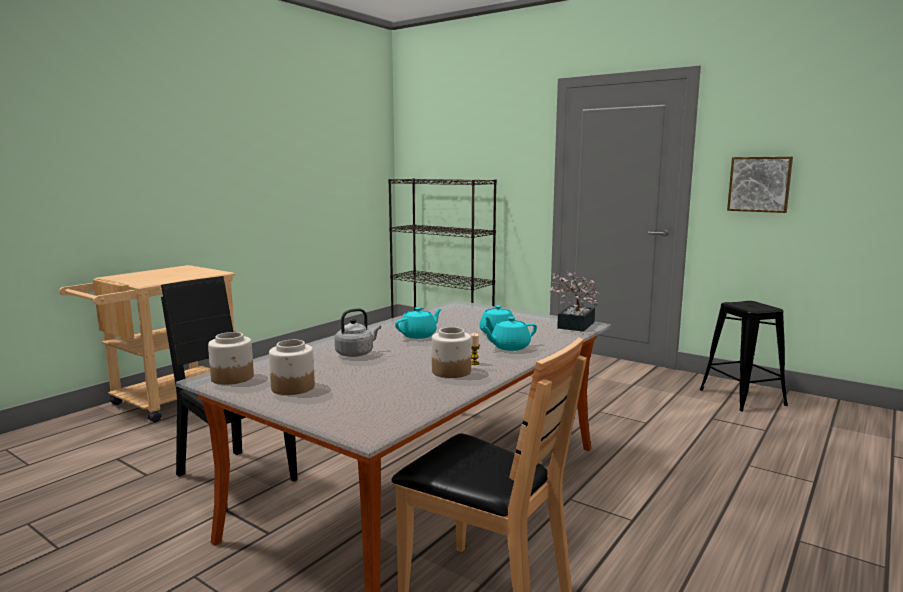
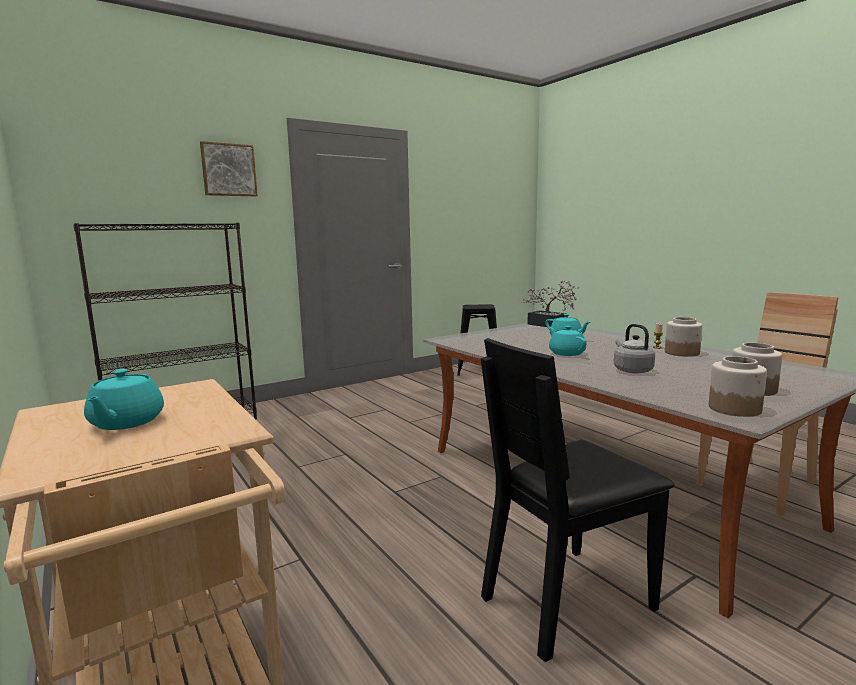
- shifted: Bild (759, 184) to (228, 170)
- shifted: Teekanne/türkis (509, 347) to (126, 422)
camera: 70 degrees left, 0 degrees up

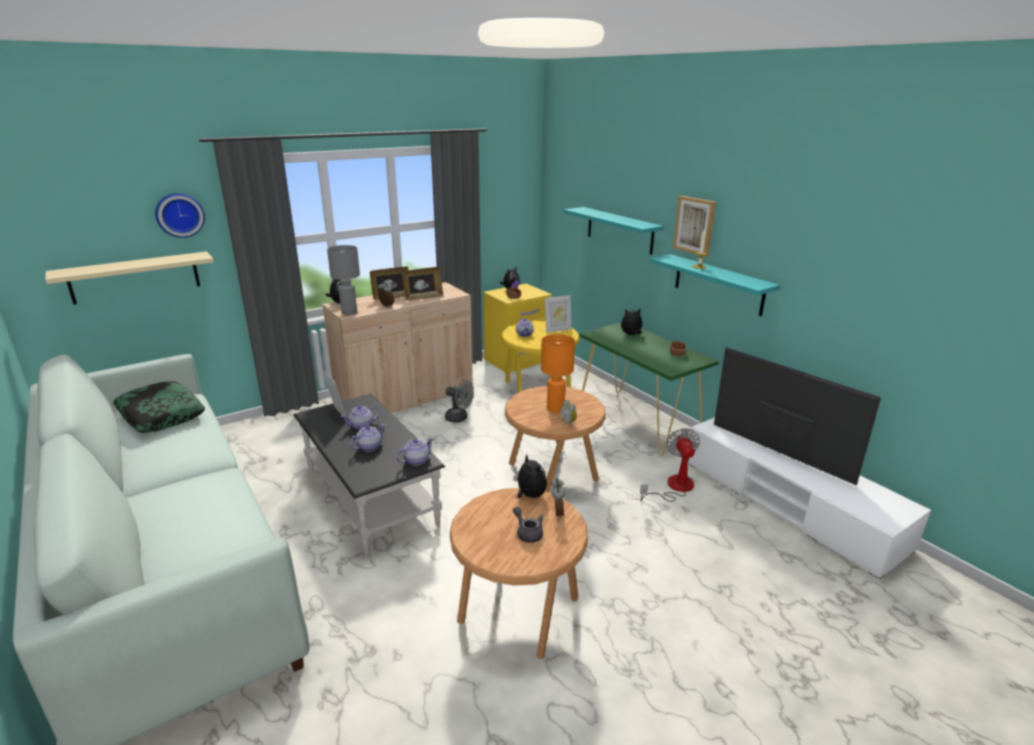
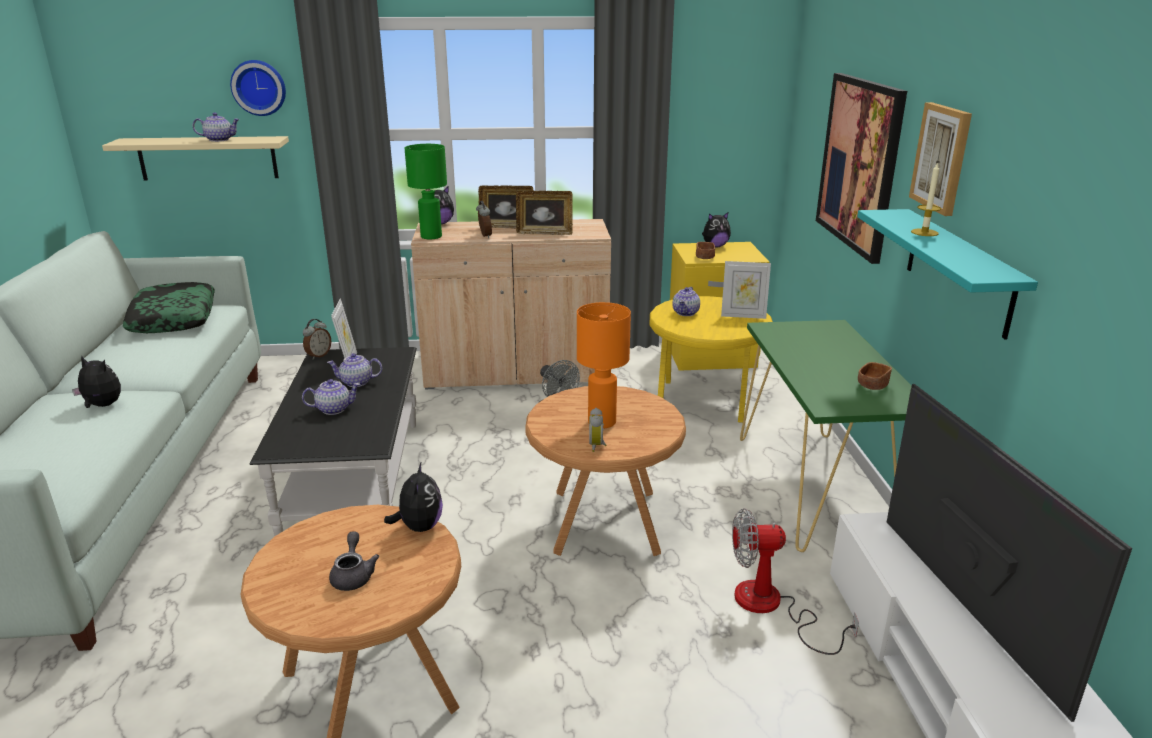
- swapped: Wandregal/türkis (619, 230) to Bild (859, 164)
- repainted: Tischlampe/grau (349, 312) to Tischlampe/grün (432, 236)
- shifted: Plüschtier (631, 335) to (102, 406)
- rotated: Ventilator (673, 487) = (771, 607) 120 degrees counterclockwise
- shifted: Teekanne (416, 460) to (219, 140)
- shifted: Wecker (557, 512) to (318, 355)
camera: 30 degrees right, 0 degrees up

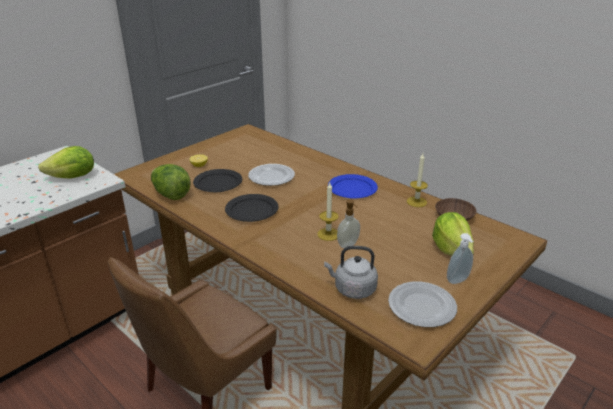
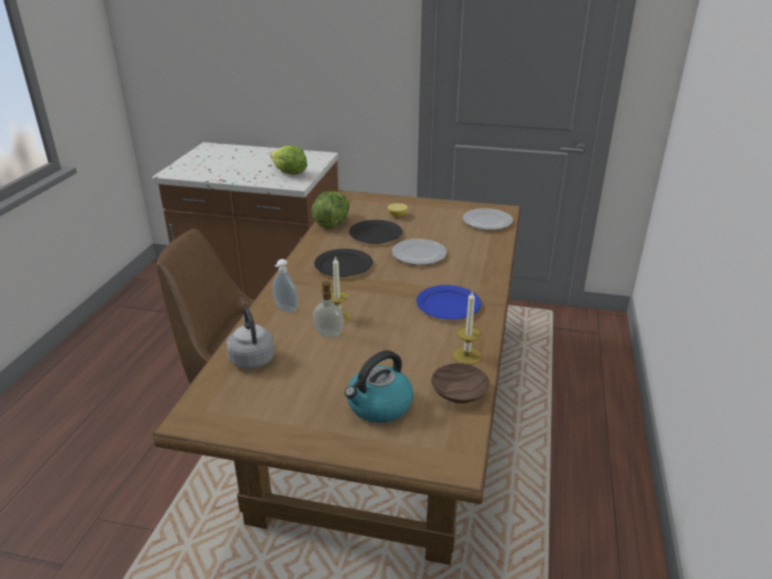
- swapped: Salatkopf (451, 249) to Wasserkessel (379, 406)
- shifted: Seifenspender (458, 281) to (285, 309)
- shifted: Teller (422, 306) to (488, 222)
camera: 60 degrees right, 0 degrees up

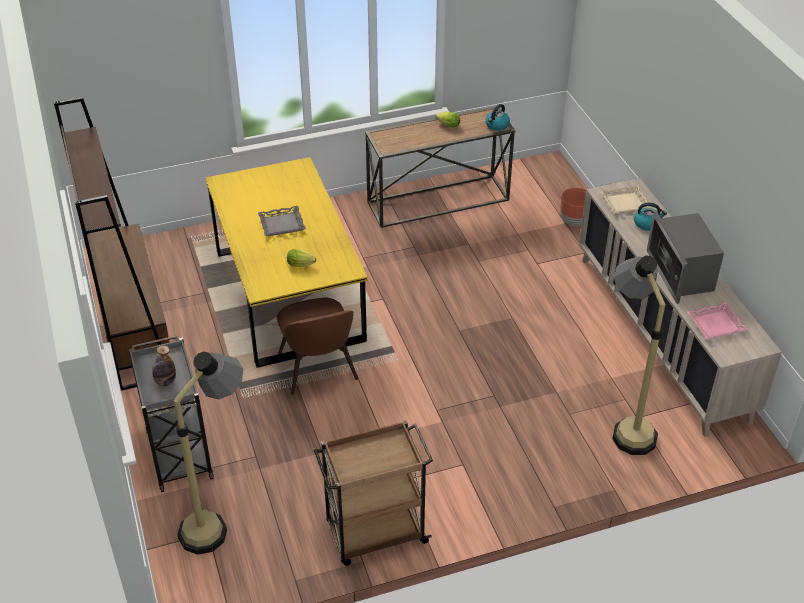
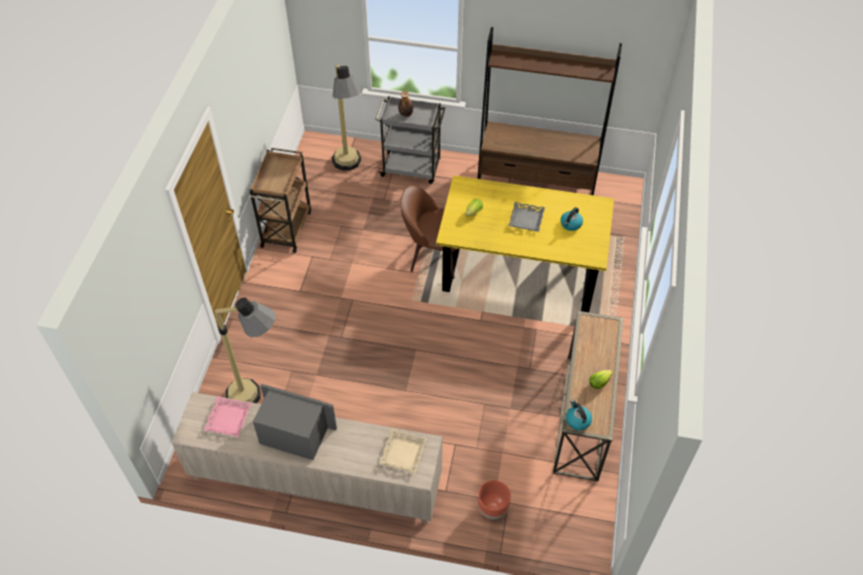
- shifted: Wasserkessel (647, 223) to (570, 224)
camera: 120 degrees right, 10 degrees up

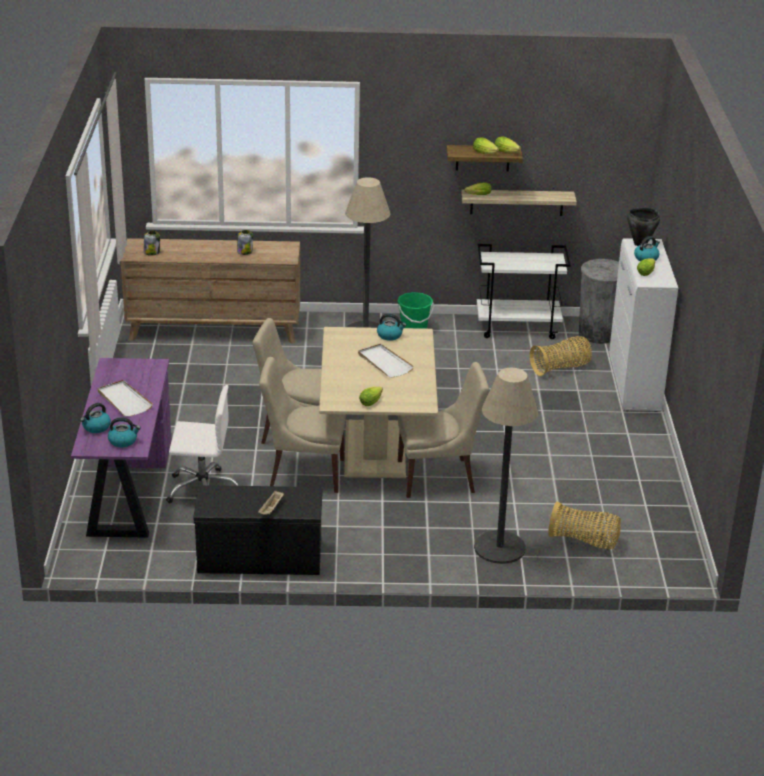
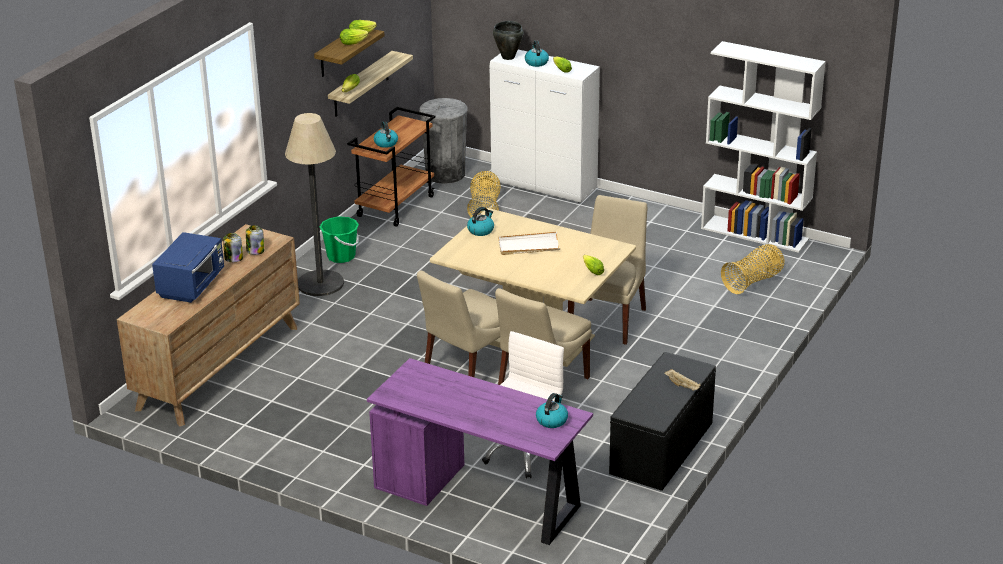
- shifted: Vorratsglas (152, 252) to (255, 251)
- repainted: Rollwagen/weiß (518, 328) to Rollwagen/braun (395, 206)
- gone: Stehlampe (499, 548)
- gone: Tablett/weiß (124, 400)
- shifted: Wasserkessel (96, 427) to (386, 143)
- new: Bücherregal/weiß (755, 234)
- new: Mikrowelle/blau (192, 285)
camera: 60 degrees left, 0 degrees up

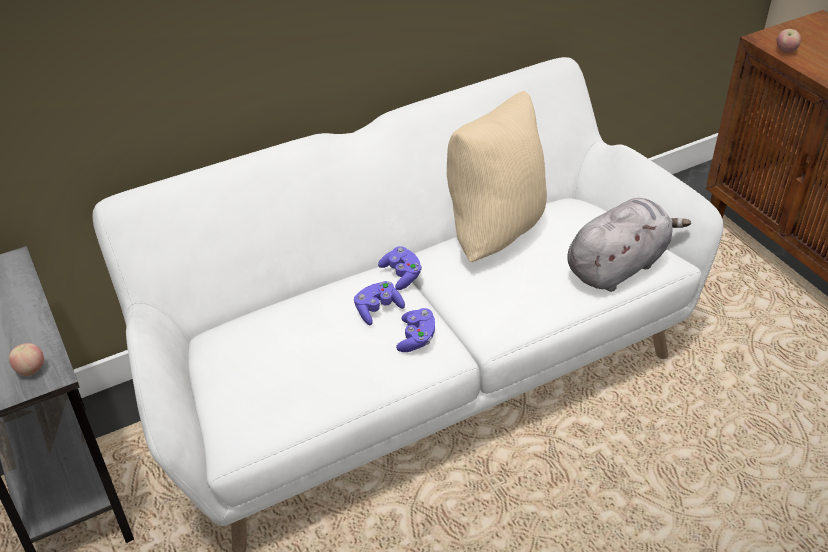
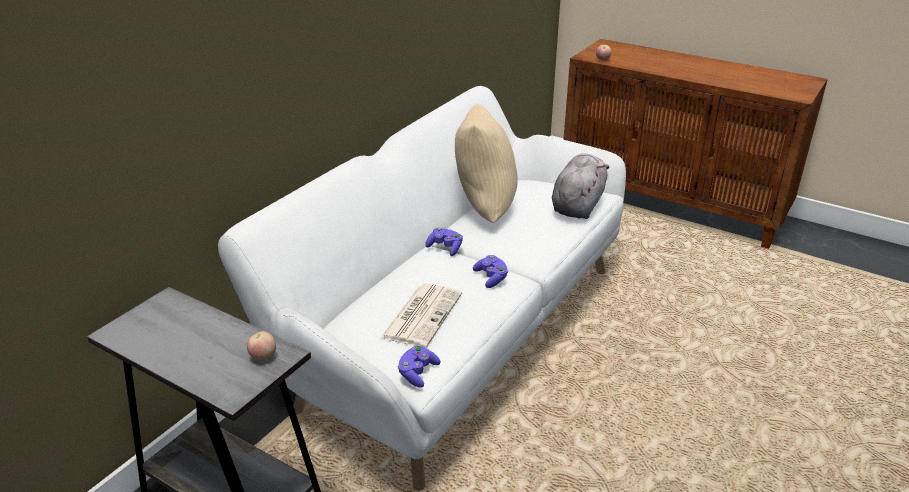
- shifted: Gamepad/lila (378, 310) to (417, 373)
- new: Zeitung (422, 315)
camera: 30 degrees left, 10 degrees down

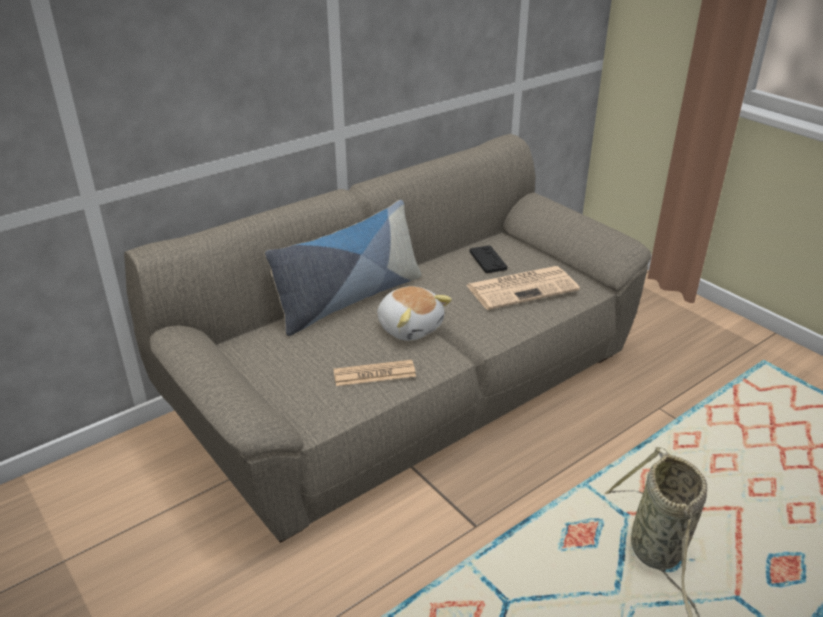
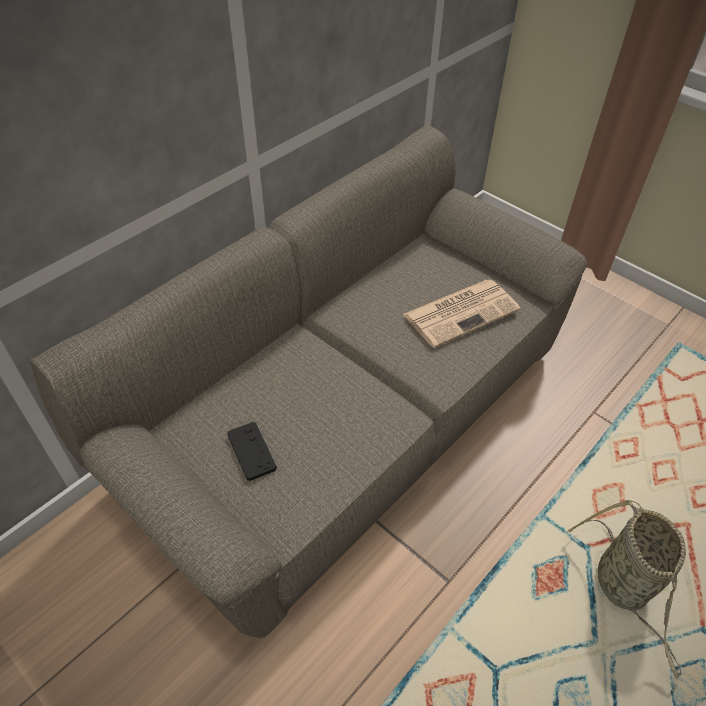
- gone: Kissen (349, 299)
- shifted: Gamepad/schwarz (488, 260) to (251, 451)
- gone: Plüschtier (410, 327)
- gone: Zeitung (374, 374)
camera: 10 degrees left, 15 degrees up

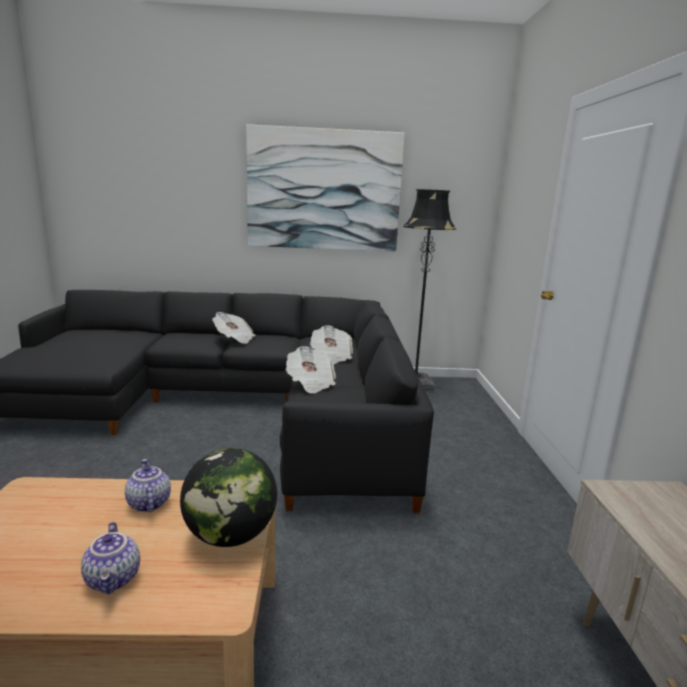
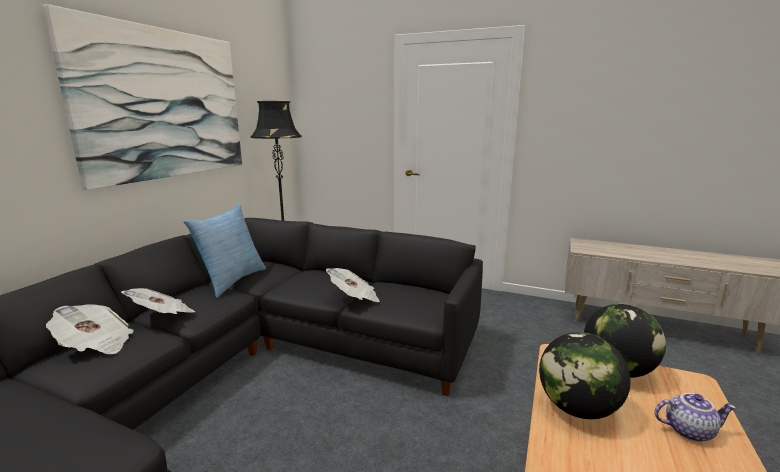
- shifted: Zeitung (331, 356) to (96, 344)
- swapped: Teekanne (148, 503) to Globus (577, 408)
- new: Kissen (232, 281)
camera: 65 degrees left, 0 degrees up

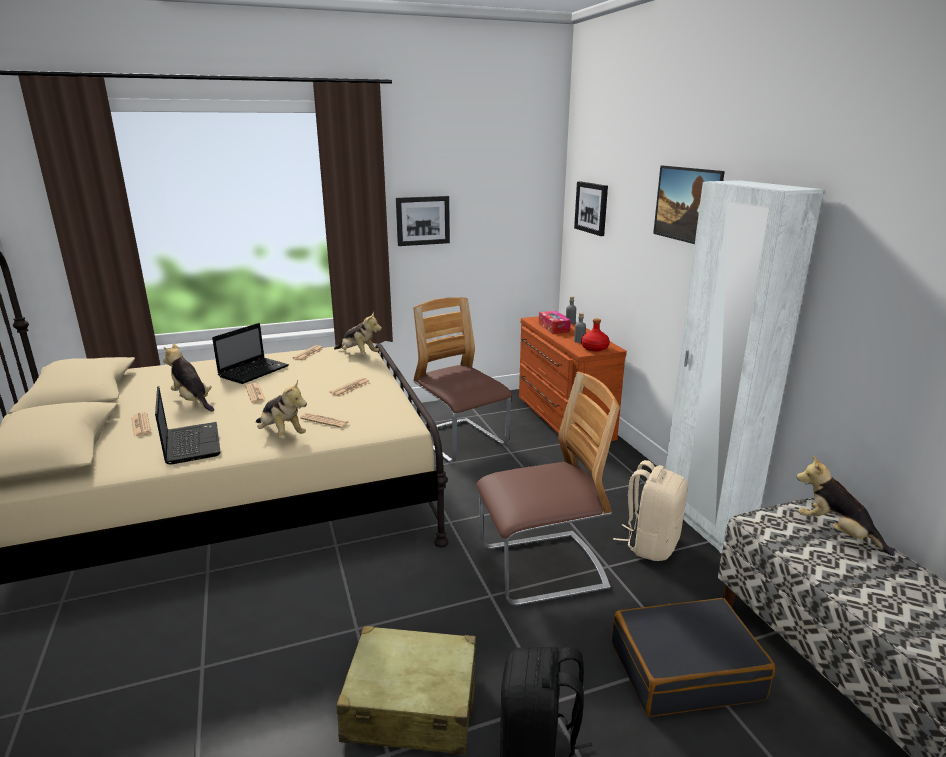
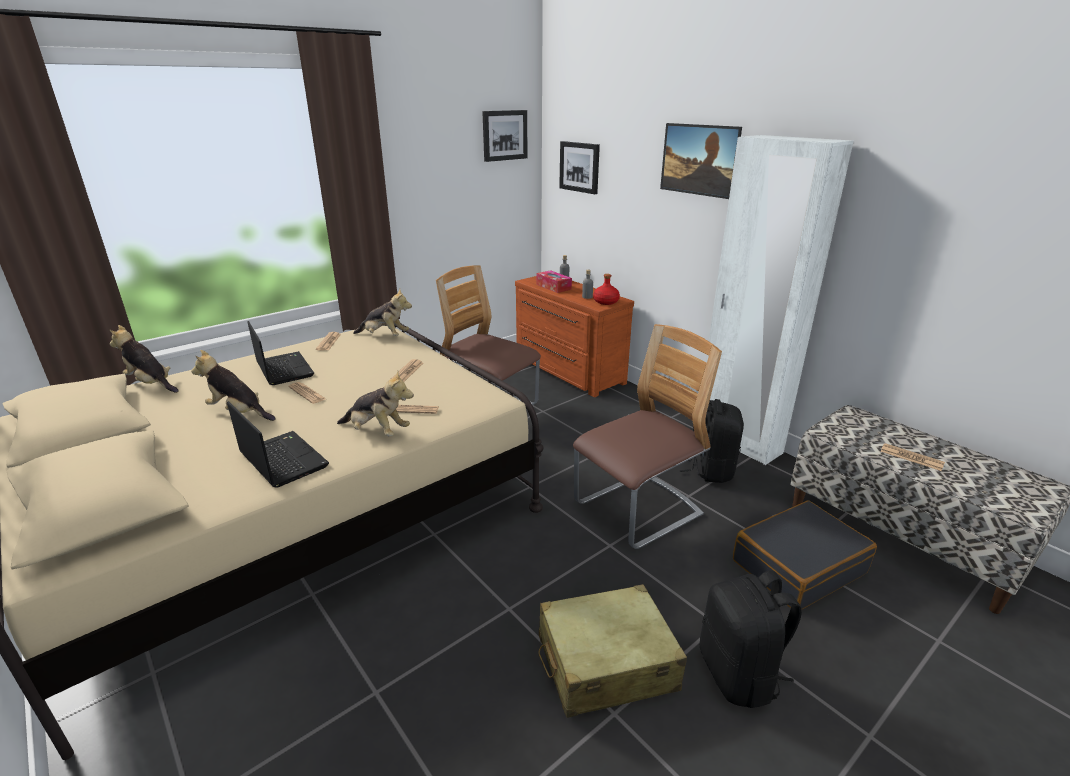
- shifted: Bild (422, 220) to (504, 135)
- rotated: Laptop (254, 371) = (283, 369) 45 degrees counterclockwise
- shifted: Zeitung (141, 425) to (911, 457)
- shifted: Plüschtier (836, 532) to (151, 384)
- repainted: Rucksack/beige (650, 544) to Rucksack/schwarz (709, 469)
camera: 20 degrees left, 5 degrees up

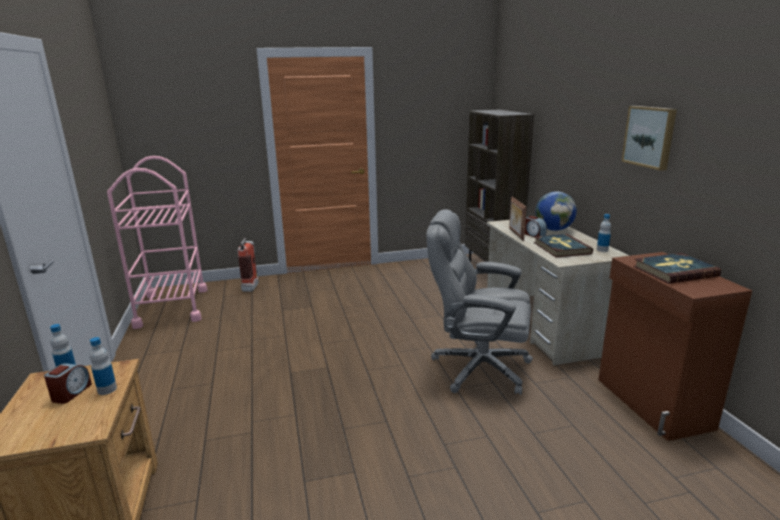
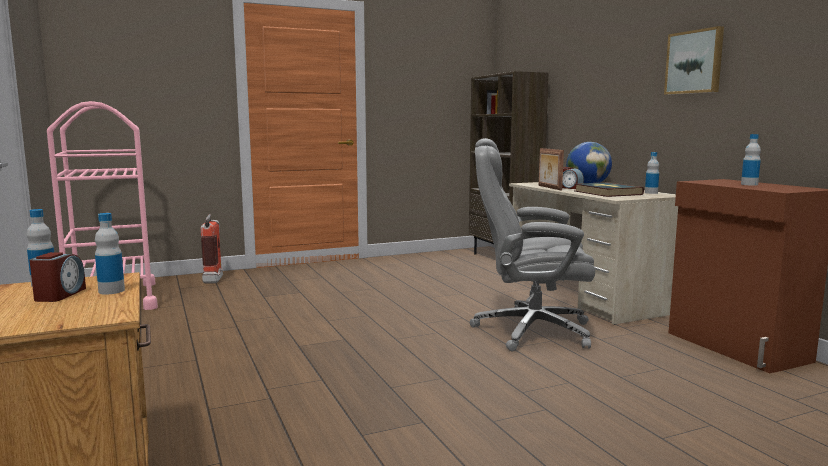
- swapped: Buch (674, 271) to Flasche (749, 184)
camera: 10 degrees left, 10 degrees down

